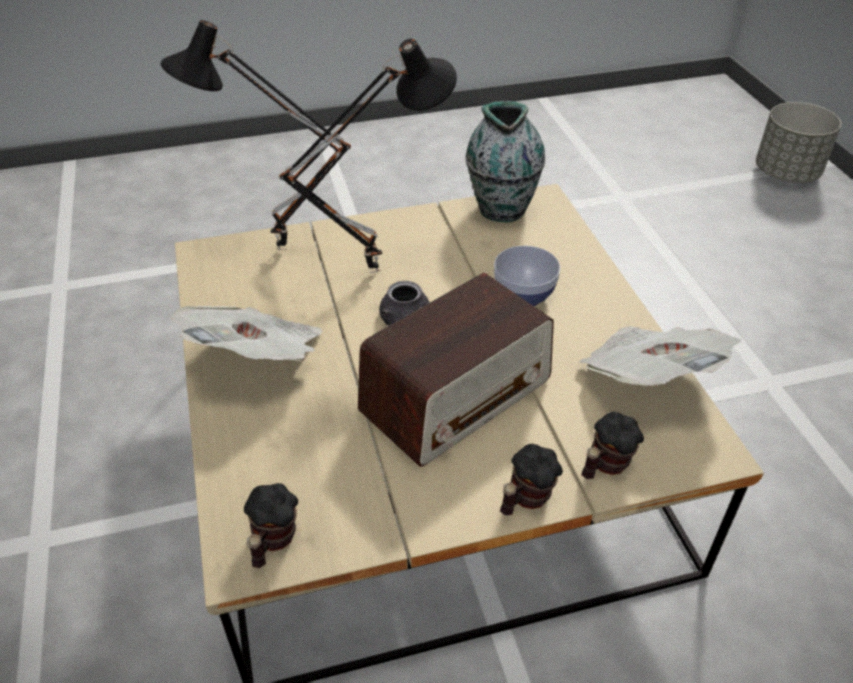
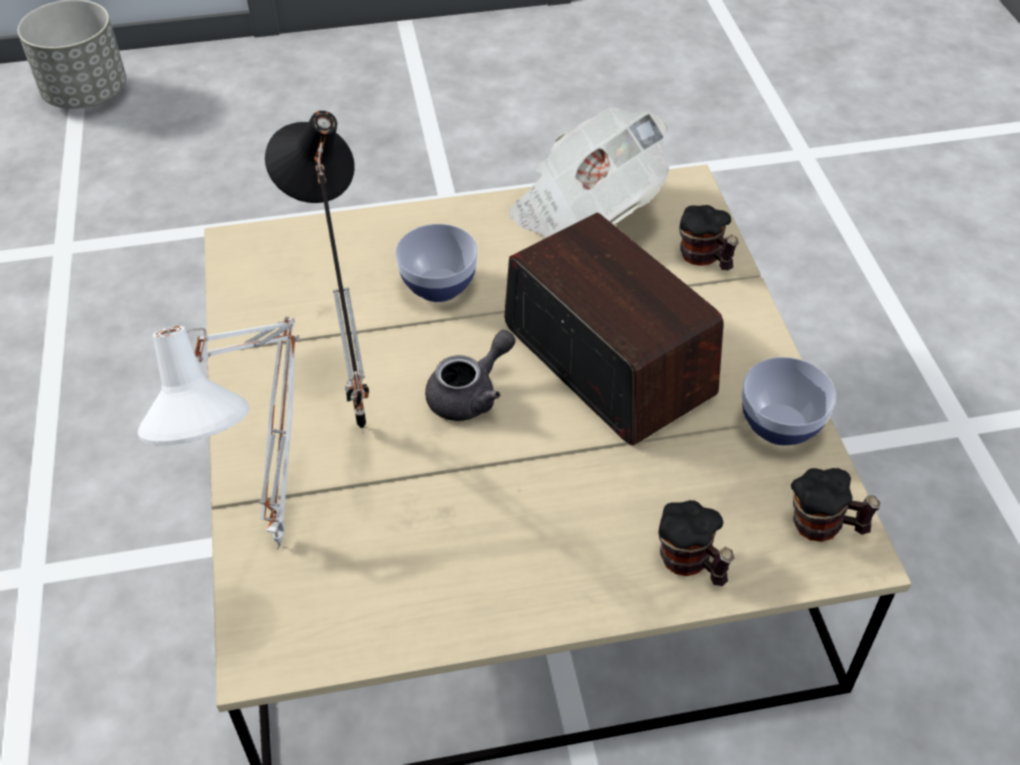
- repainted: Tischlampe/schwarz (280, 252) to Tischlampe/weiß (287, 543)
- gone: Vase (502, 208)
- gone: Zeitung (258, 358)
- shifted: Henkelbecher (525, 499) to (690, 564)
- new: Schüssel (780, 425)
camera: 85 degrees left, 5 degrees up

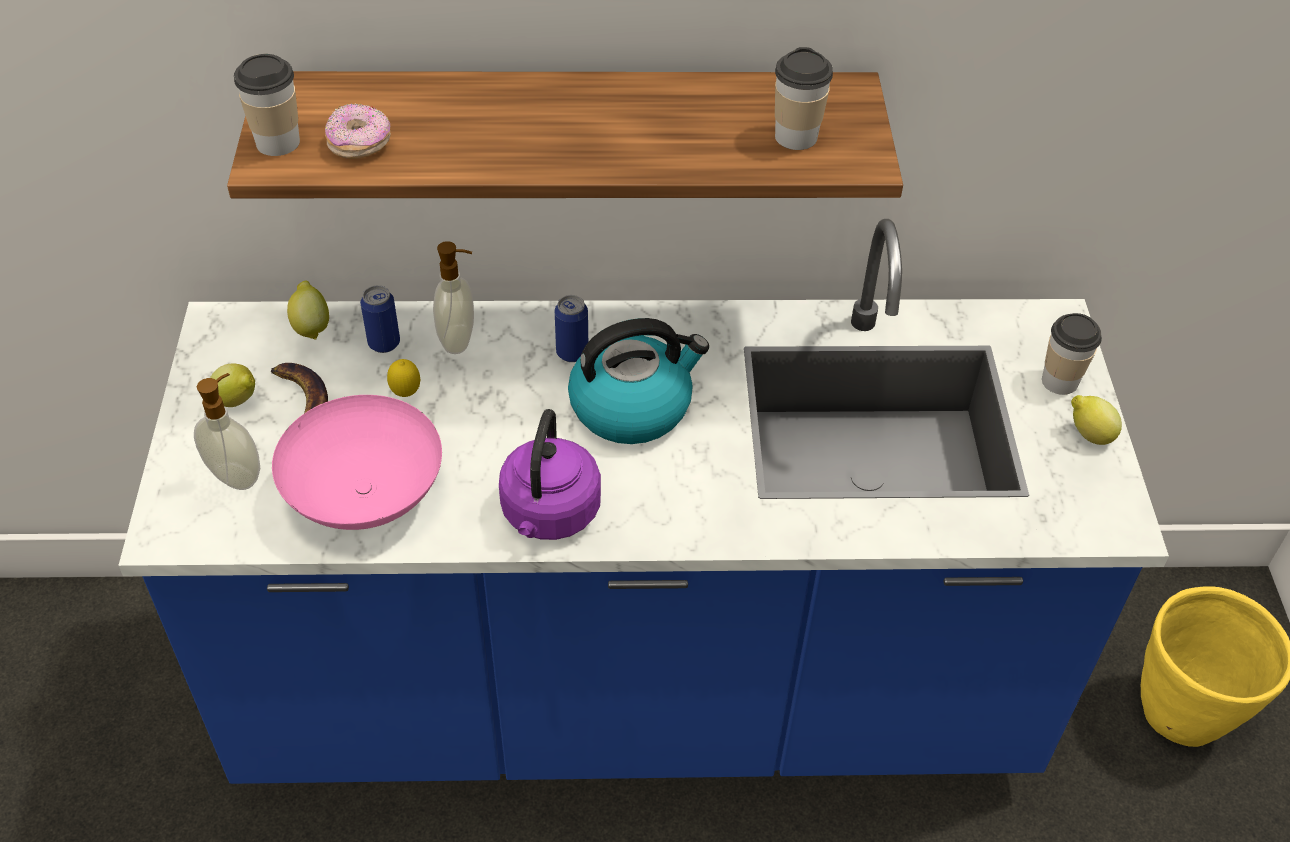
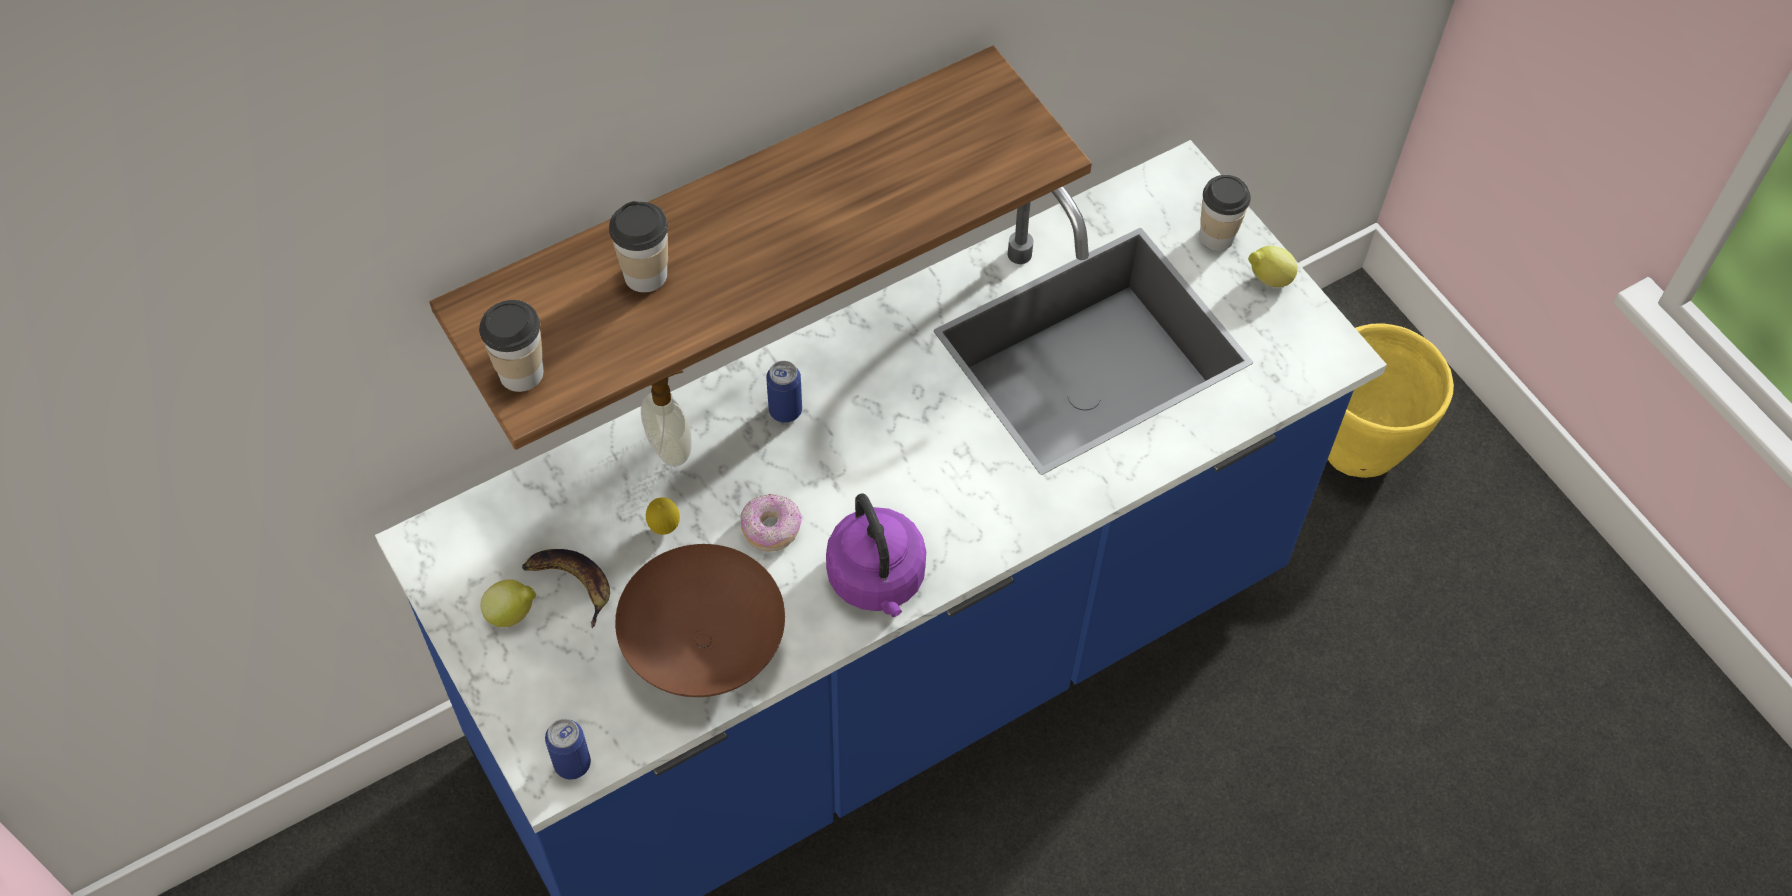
- shifted: Tasse (796, 137) to (645, 275)
- shifted: Donut (360, 144) to (771, 529)
- gone: Zitrone (311, 326)
- shifted: Dose (384, 343) to (572, 764)
- gone: Wasserkessel (632, 406)
- gone: Seifenspender (237, 475)
- repainted: Schüssel/rosa (365, 494) to Schüssel/braun (702, 644)
camera: 30 degrees left, 10 degrees up

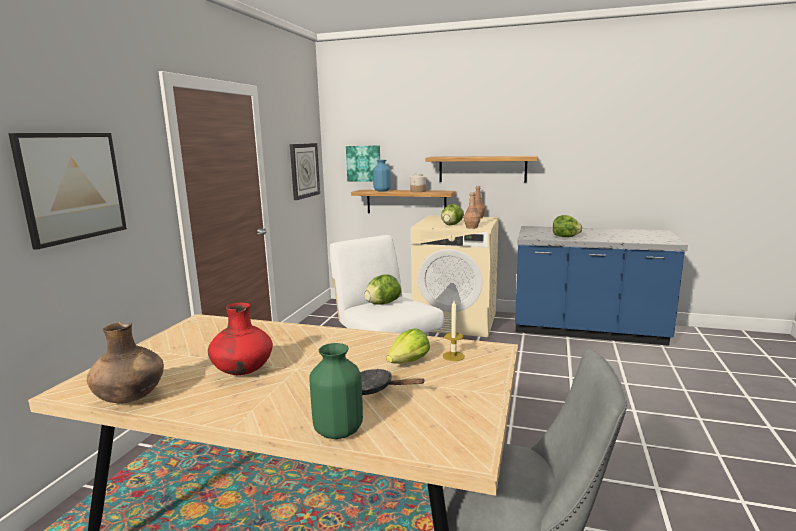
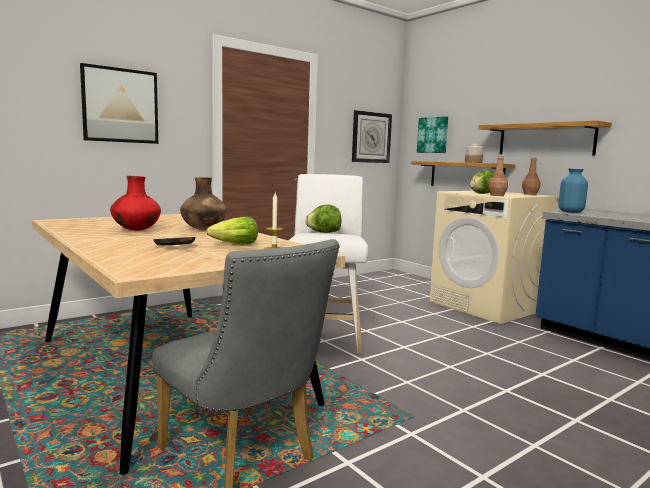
- shifted: Vase/blau (382, 191) to (570, 212)
- gone: Salatkopf (565, 237)
- shifted: Vase/braun (131, 398) to (204, 229)
- gone: Vase/grün (337, 430)
camera: 35 degrees right, 5 degrees down

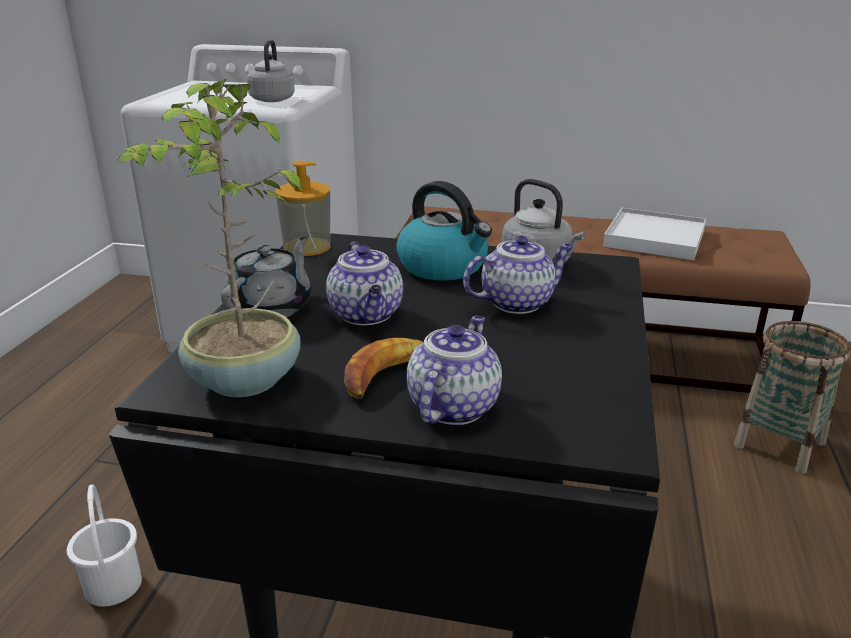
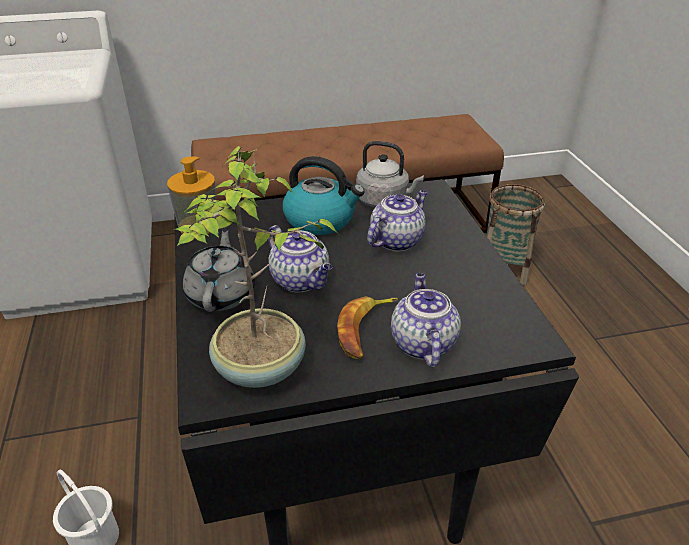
- gone: Wasserkessel/grau (273, 99)
- gone: Tablett/weiß (654, 238)
camera: 25 degrees left, 10 degrees up

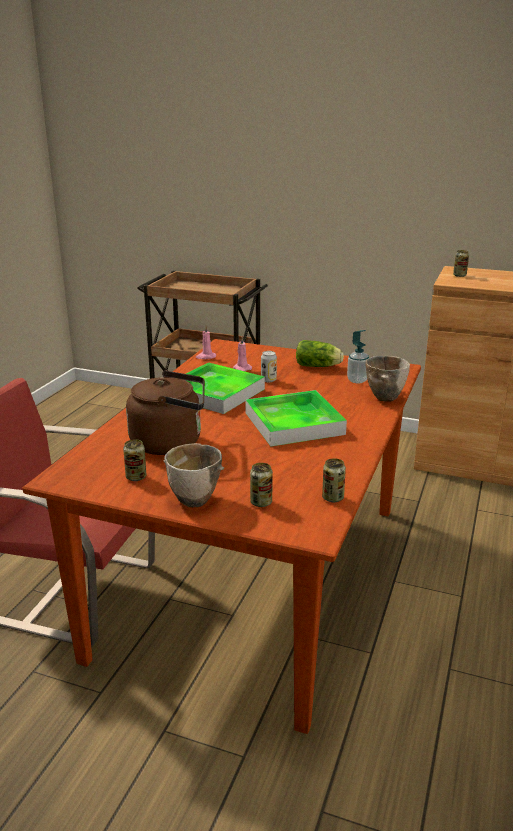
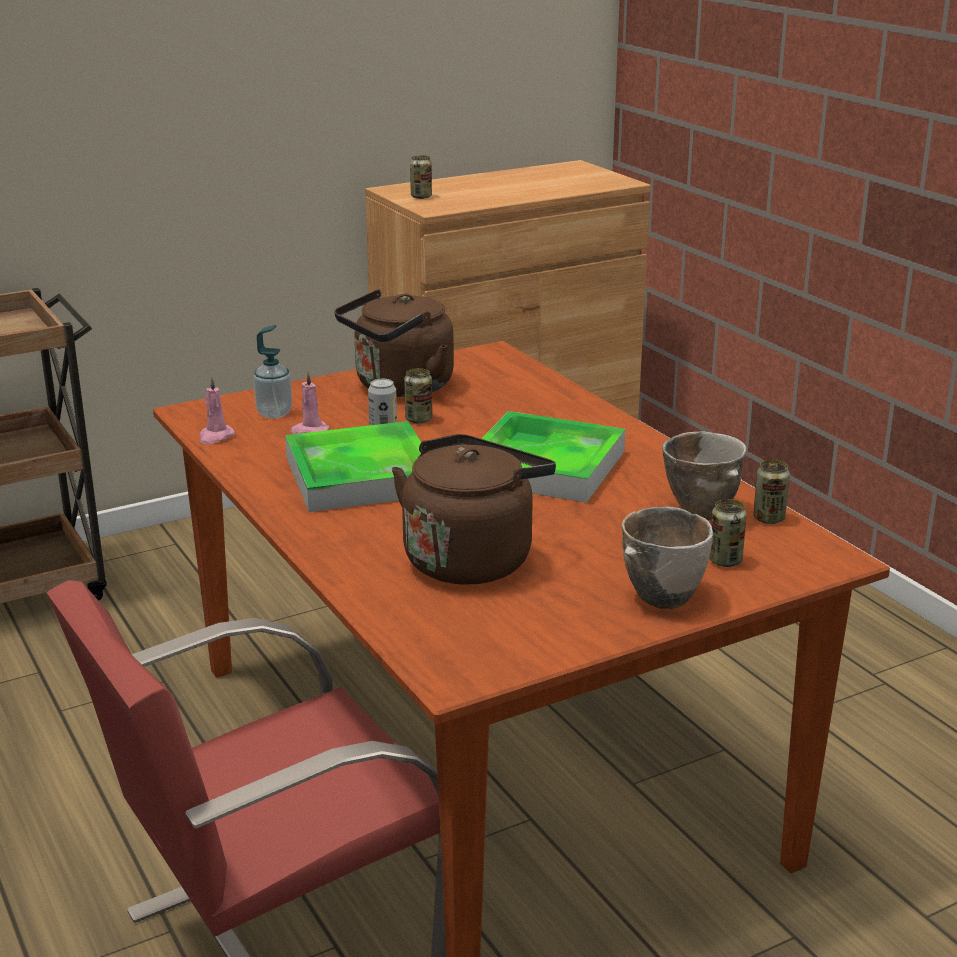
- shifted: Seifenspender (357, 380) to (274, 413)
- swapped: Salatkopf (319, 366) to Wasserkessel/braun (399, 387)
- shifted: Schüssel (385, 397) to (699, 511)
- shifted: Dose (136, 477) to (418, 419)
camera: 50 degrees left, 0 degrees up

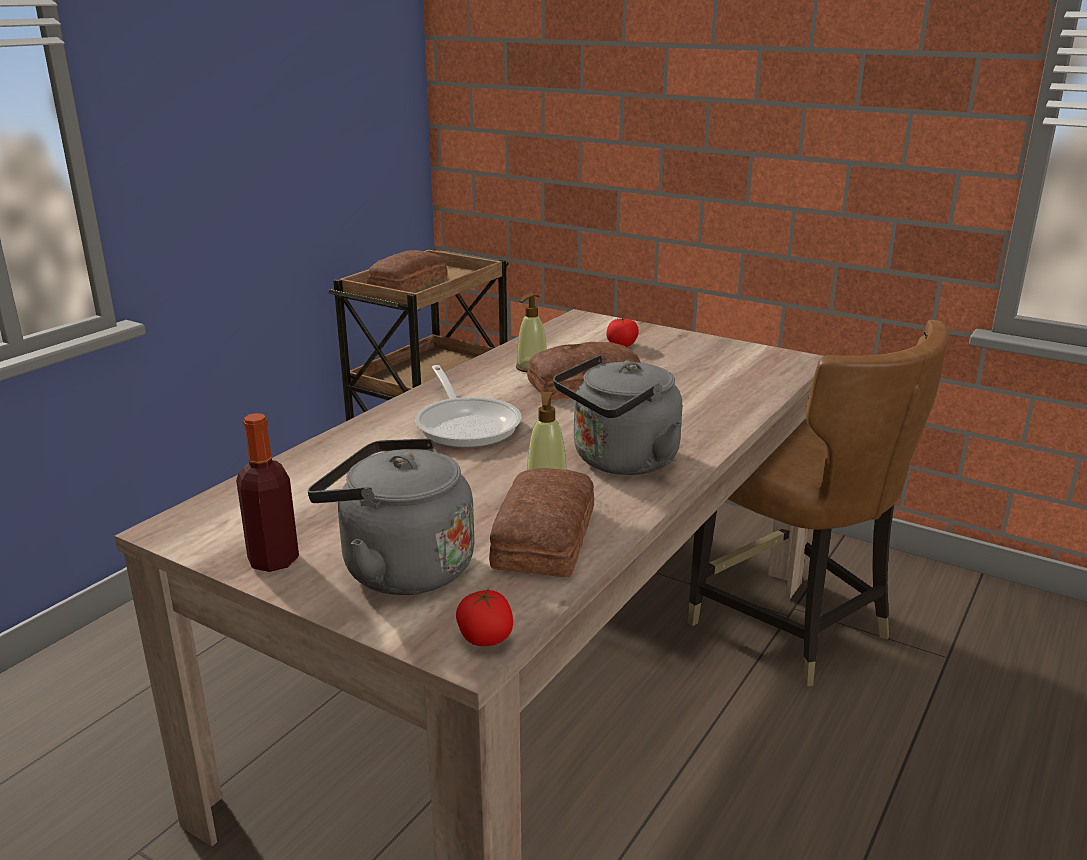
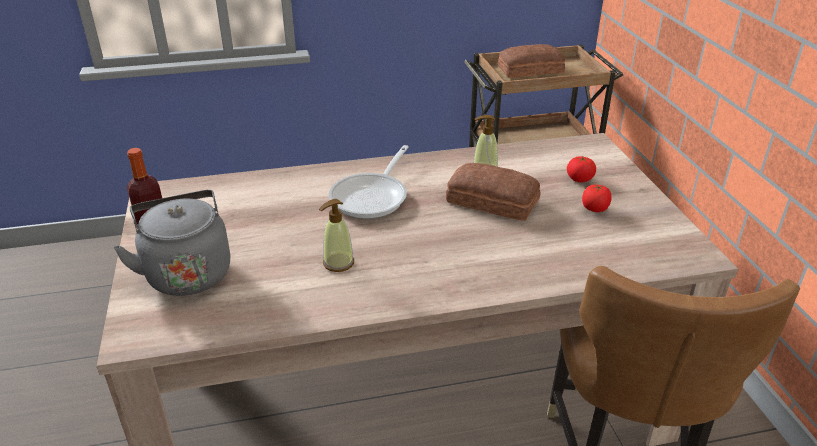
- gone: Wasserkessel/grau (620, 462)
- gone: Brot (547, 537)
- shifted: Tomate (485, 639) to (594, 209)
camera: 45 degrees right, 10 degrees up

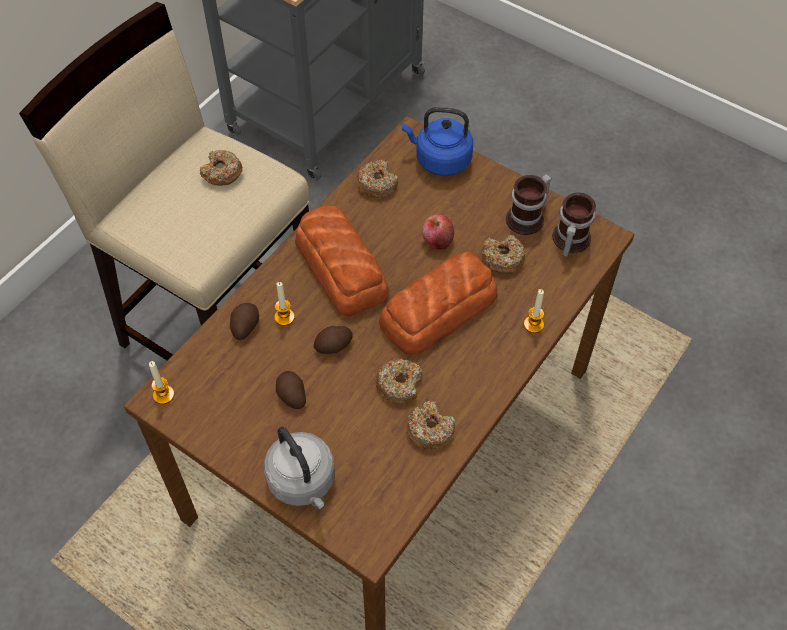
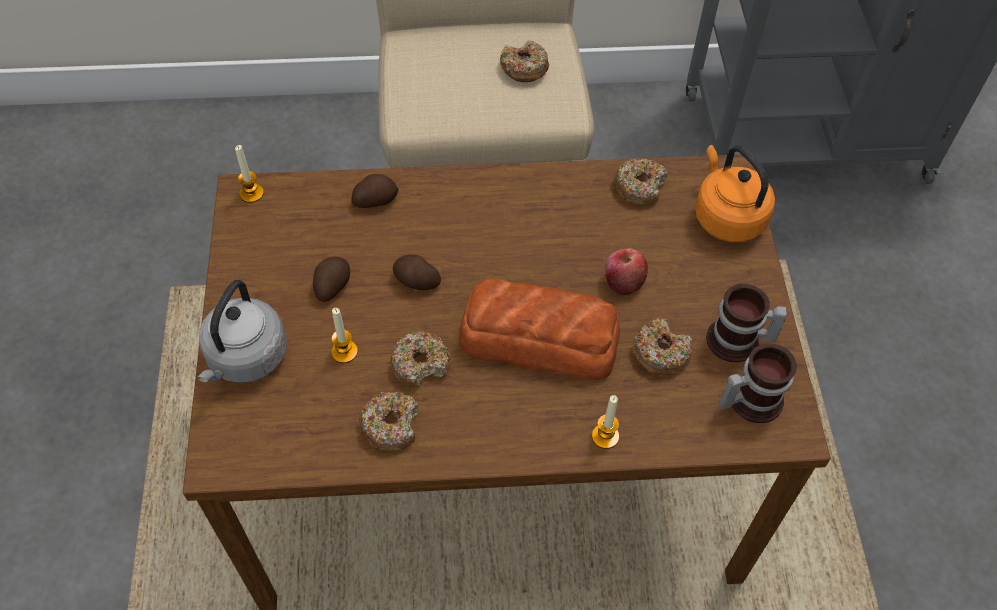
- repainted: Wasserkessel/blau (440, 160) to Wasserkessel/orange (726, 216)
- gone: Brot (341, 266)
- shifted: Kerze (284, 317) to (344, 352)
camera: 50 degrees right, 0 degrees up

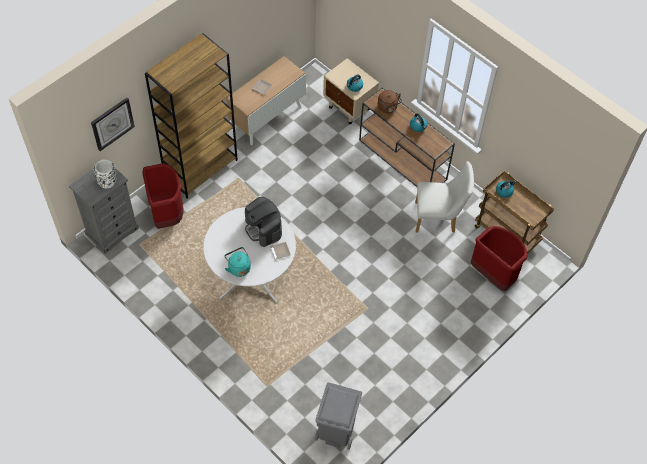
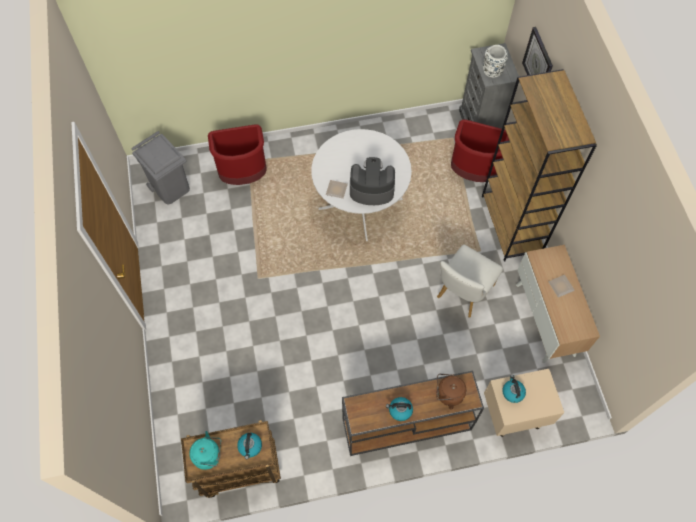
- shifted: Stuhl/weiß (438, 218) to (462, 294)
- shifted: Mülleimer/rot (493, 274) to (244, 175)
- shifted: Wasserkessel/türkis (238, 267) to (209, 455)
camera: 125 degrees right, 5 degrees up

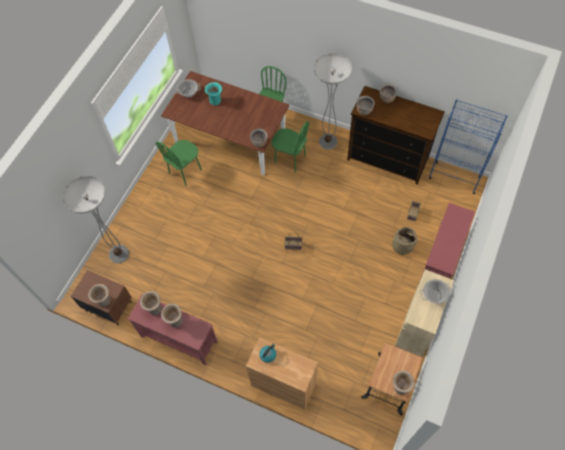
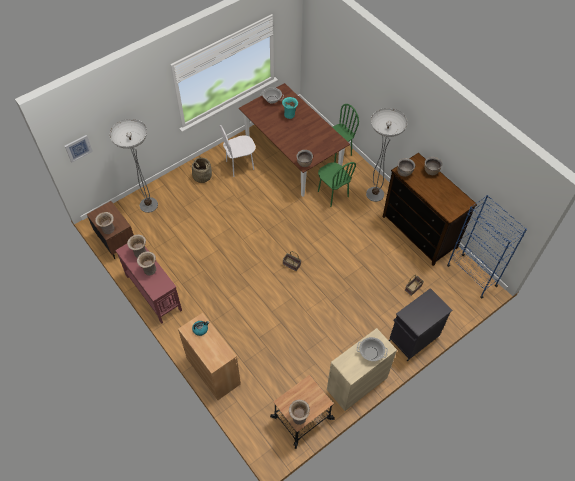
- repainted: Stuhl/grün (185, 172) to Stuhl/weiß (240, 165)
- swapped: Konsolentisch/rot (440, 260) to Schrank/schwarz (413, 339)
- shifted: Korb (402, 246) to (202, 176)
- new: Bild (78, 148)
camera: 25 degrees right, 5 degrees down

